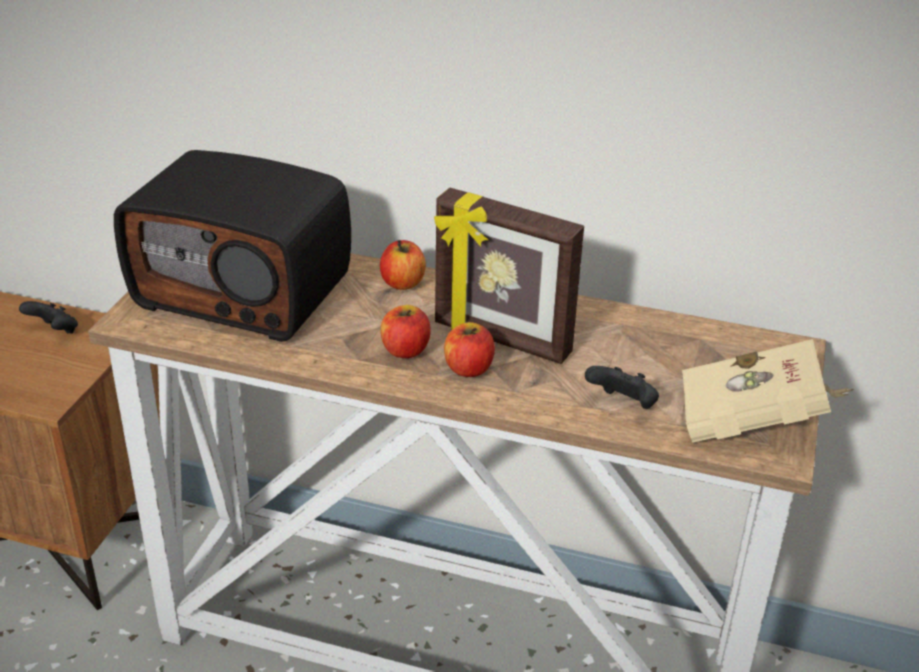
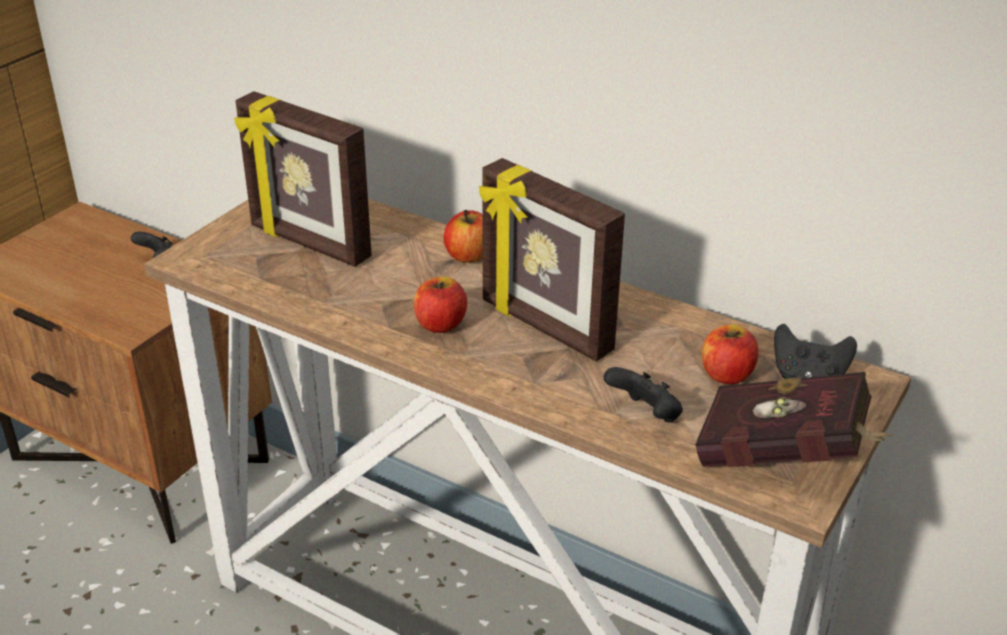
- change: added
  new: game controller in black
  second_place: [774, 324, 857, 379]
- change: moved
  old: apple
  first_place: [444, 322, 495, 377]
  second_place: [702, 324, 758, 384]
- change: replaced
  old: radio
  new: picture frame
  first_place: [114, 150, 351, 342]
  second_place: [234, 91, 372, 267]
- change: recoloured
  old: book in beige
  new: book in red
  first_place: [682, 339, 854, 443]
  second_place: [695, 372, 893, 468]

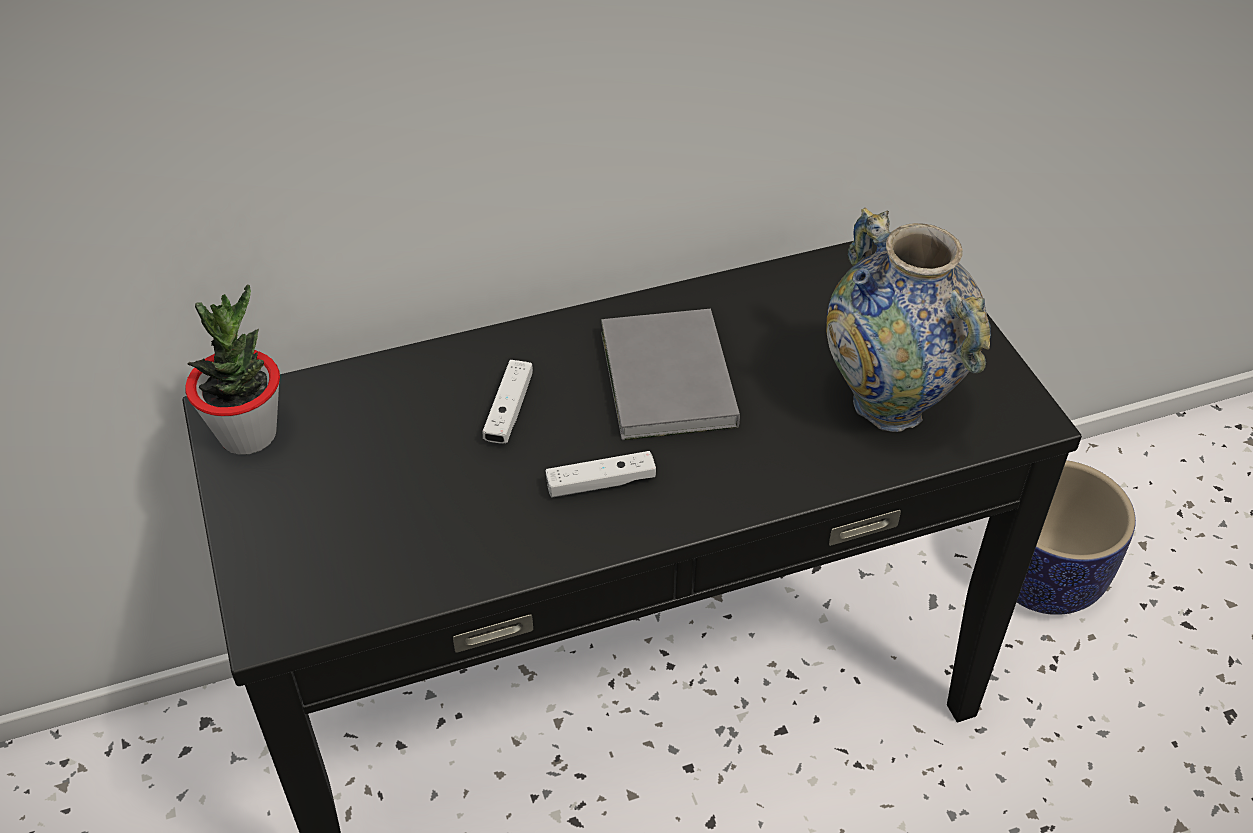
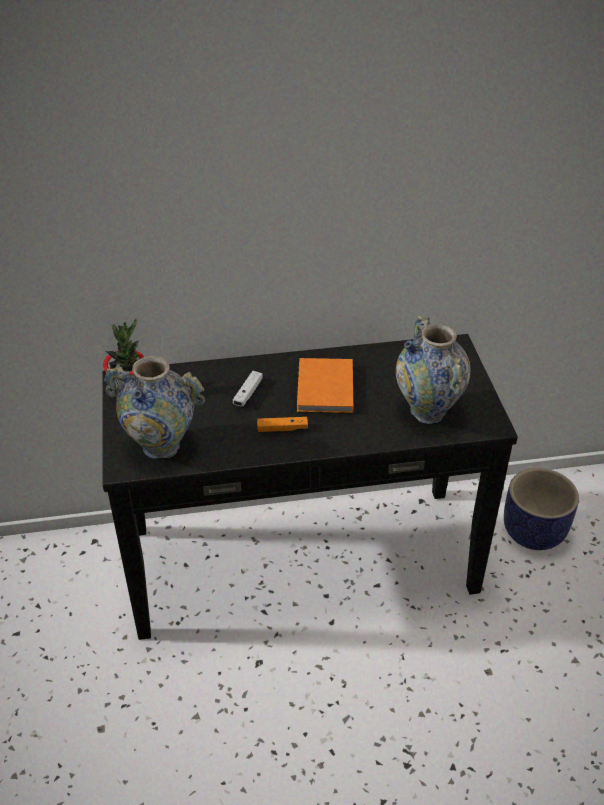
- change: added
  new: vase
  second_place: [104, 356, 205, 459]
- change: recoloured
  old: game controller in white
  new: game controller in orange
  first_place: [546, 451, 656, 497]
  second_place: [257, 417, 308, 432]
- change: recoloured
  old: book in grey
  new: book in orange
  first_place: [601, 309, 740, 440]
  second_place: [297, 358, 353, 413]

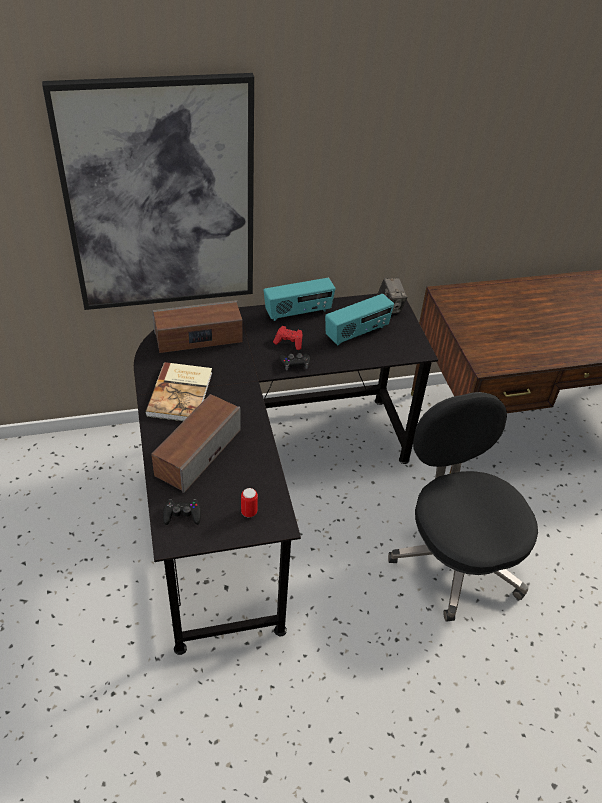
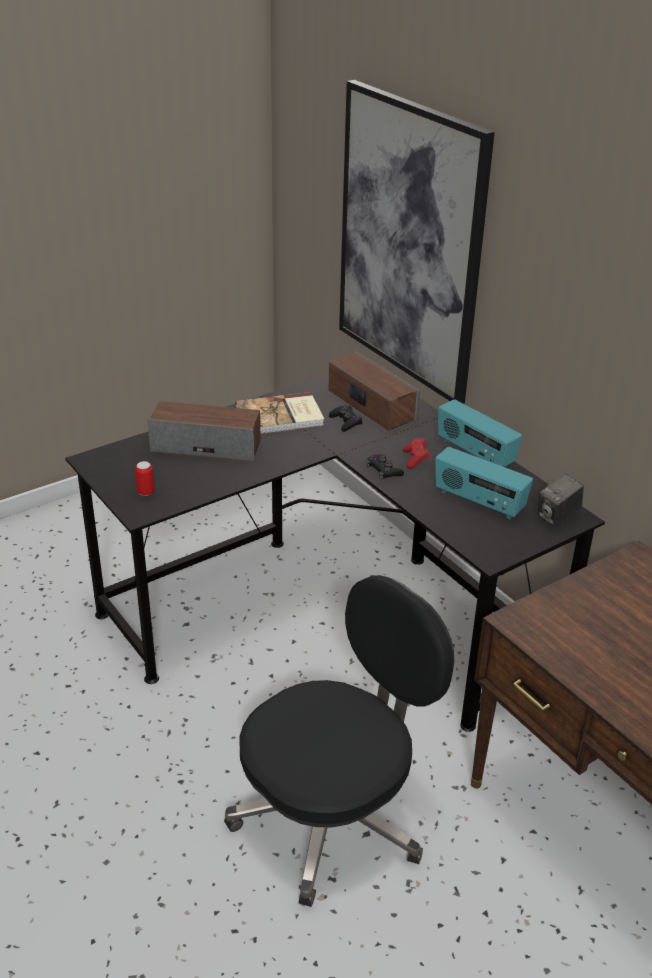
- change: moved
  old: game controller in black
  first_place: [163, 499, 201, 525]
  second_place: [329, 405, 363, 432]

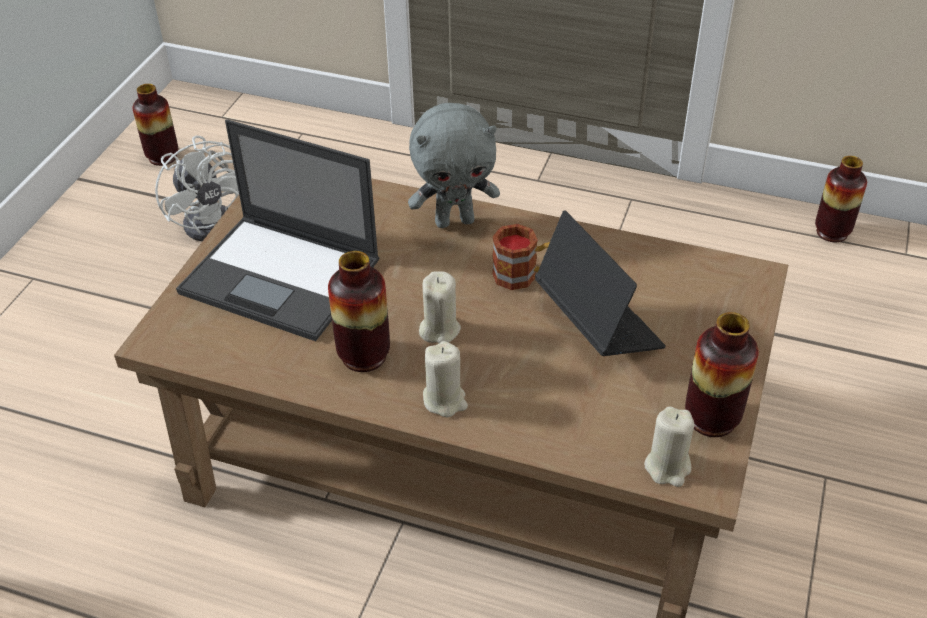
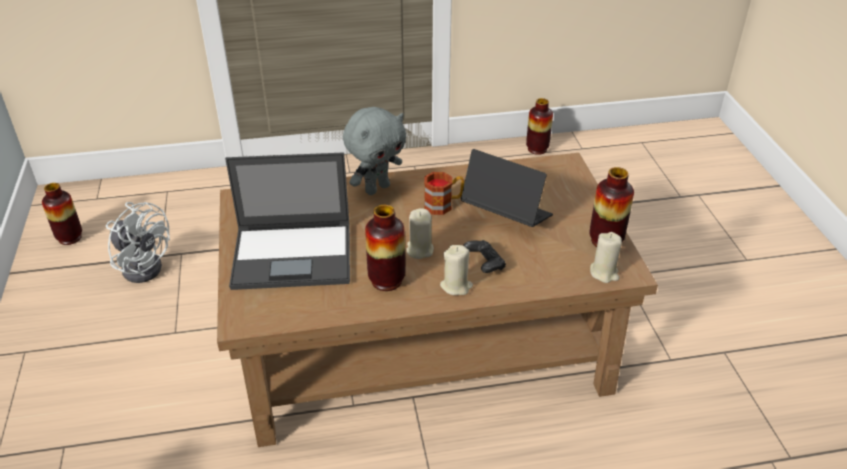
- change: added
  new: game controller in black
  second_place: [463, 240, 506, 273]

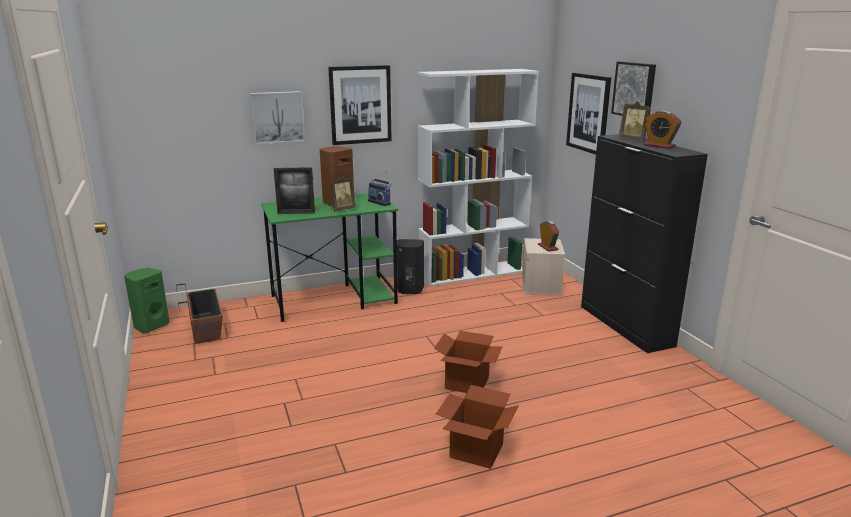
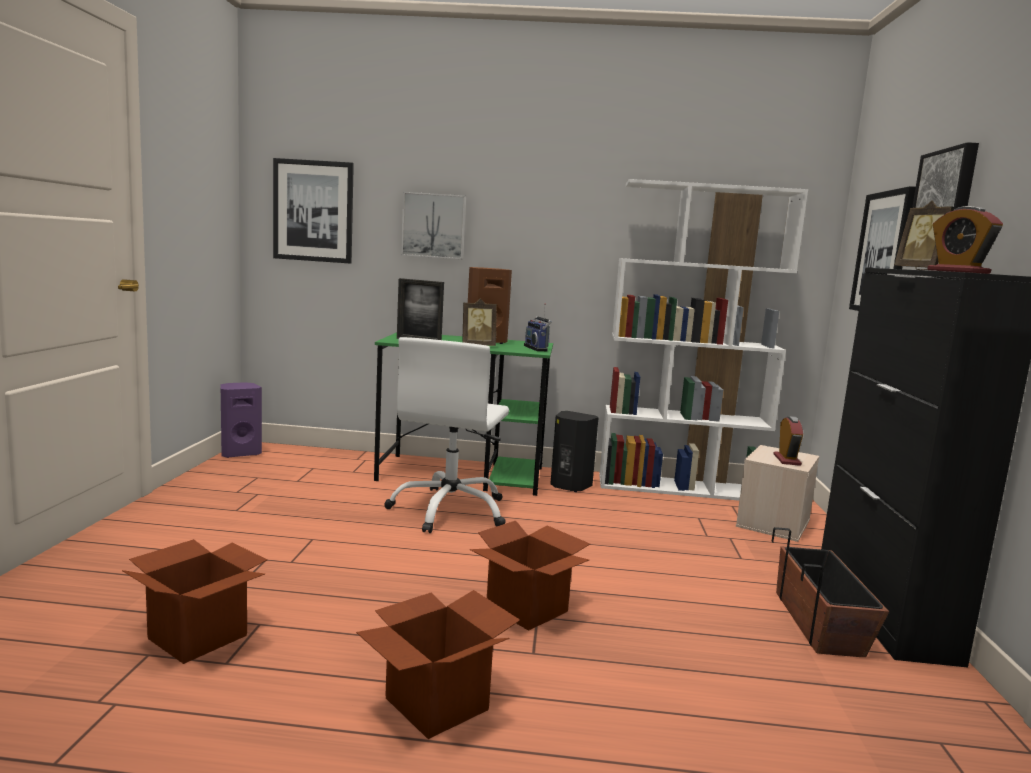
- change: added
  new: cardboard box
  second_place: [122, 539, 267, 664]
- change: added
  new: office chair in white
  second_place: [384, 337, 509, 533]
- change: moved
  old: planter
  first_place: [176, 283, 223, 344]
  second_place: [772, 527, 889, 657]
- change: moved
  old: picture
  first_place: [328, 65, 392, 145]
  second_place: [273, 158, 354, 263]
- change: recoloured
  old: speaker in green
  new: speaker in purple
  first_place: [124, 268, 170, 333]
  second_place: [221, 382, 262, 458]

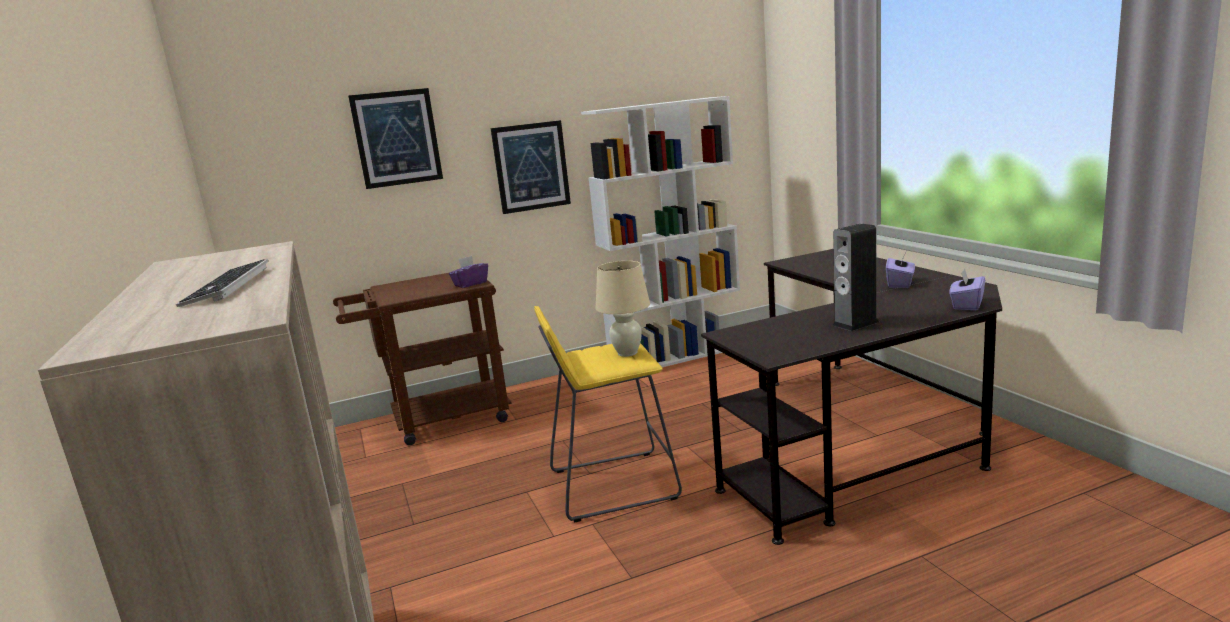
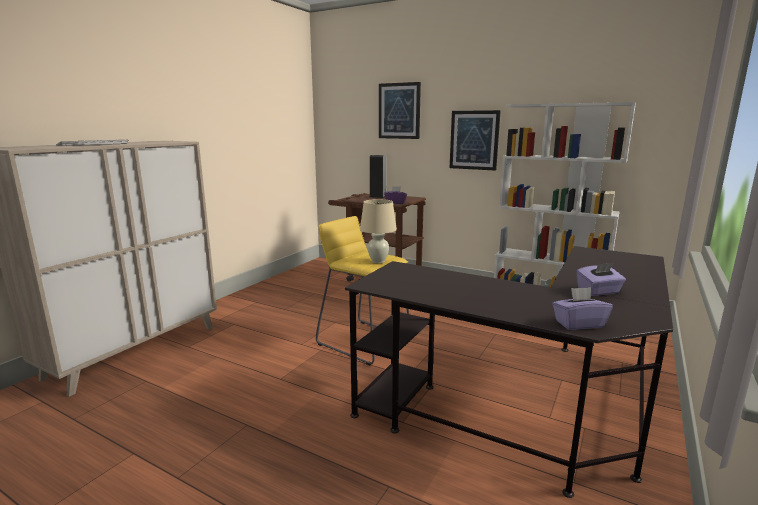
- change: moved
  old: speaker
  first_place: [832, 224, 879, 331]
  second_place: [369, 155, 387, 198]

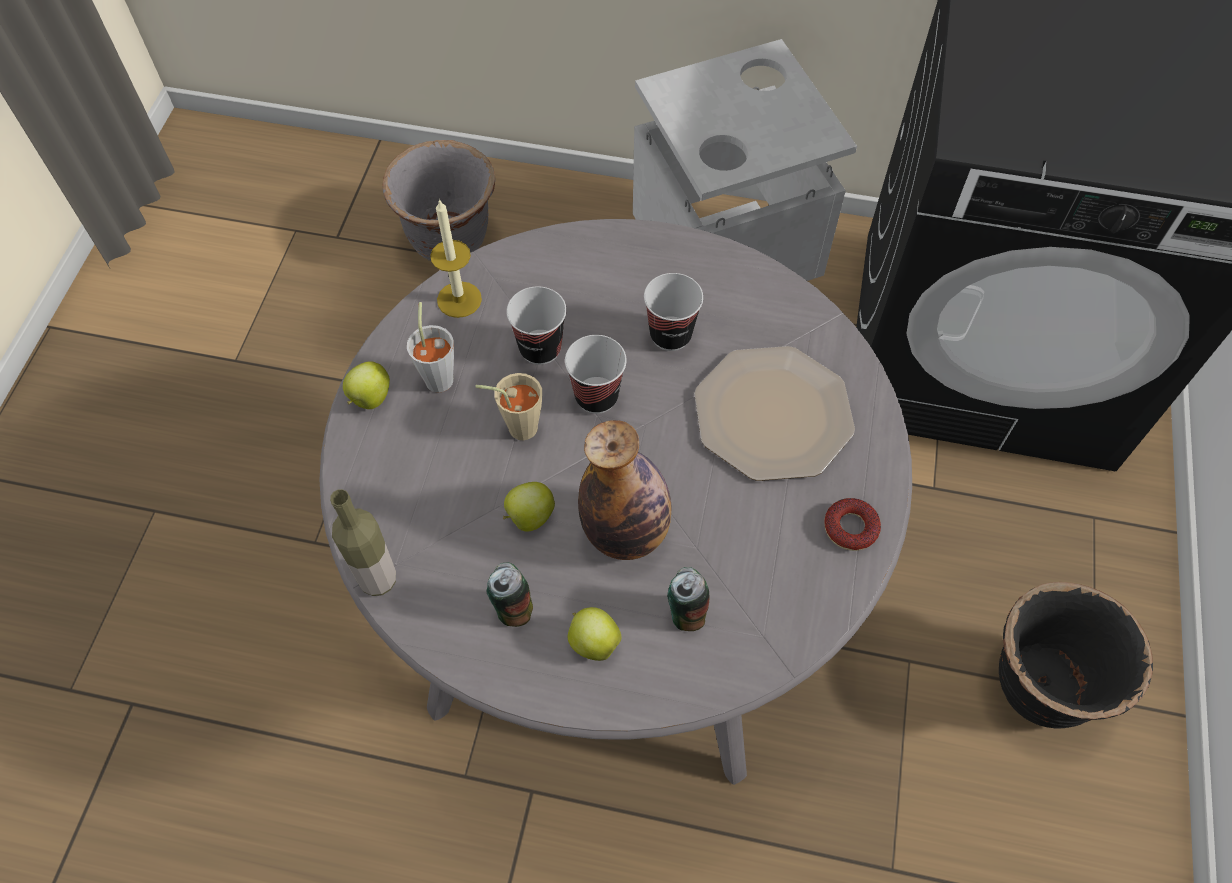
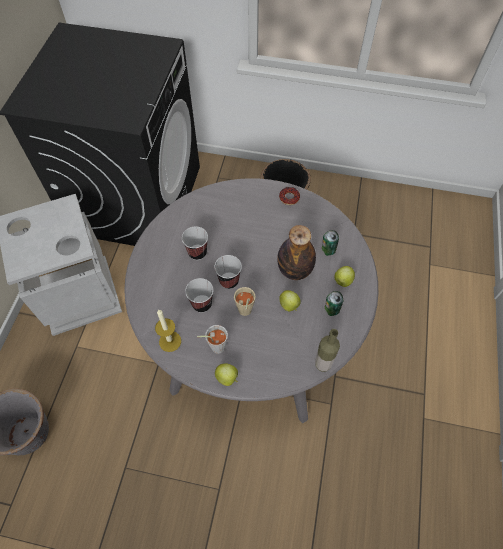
- change: removed
  old: plate
  first_place: [694, 346, 855, 481]

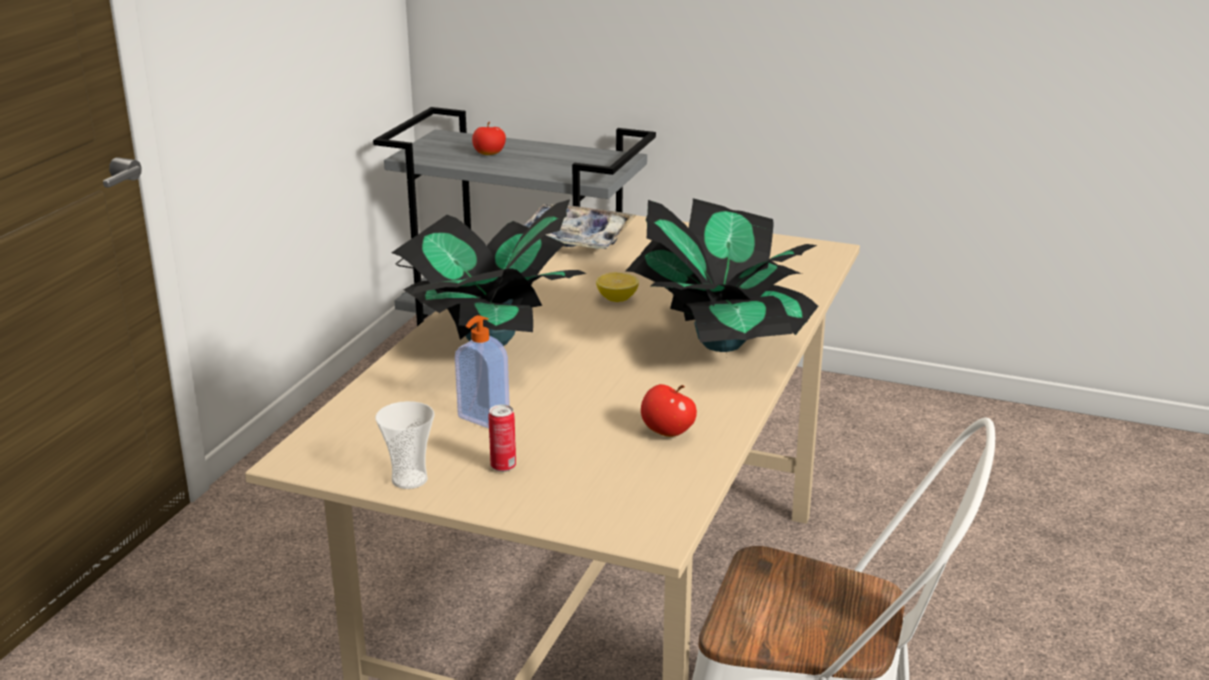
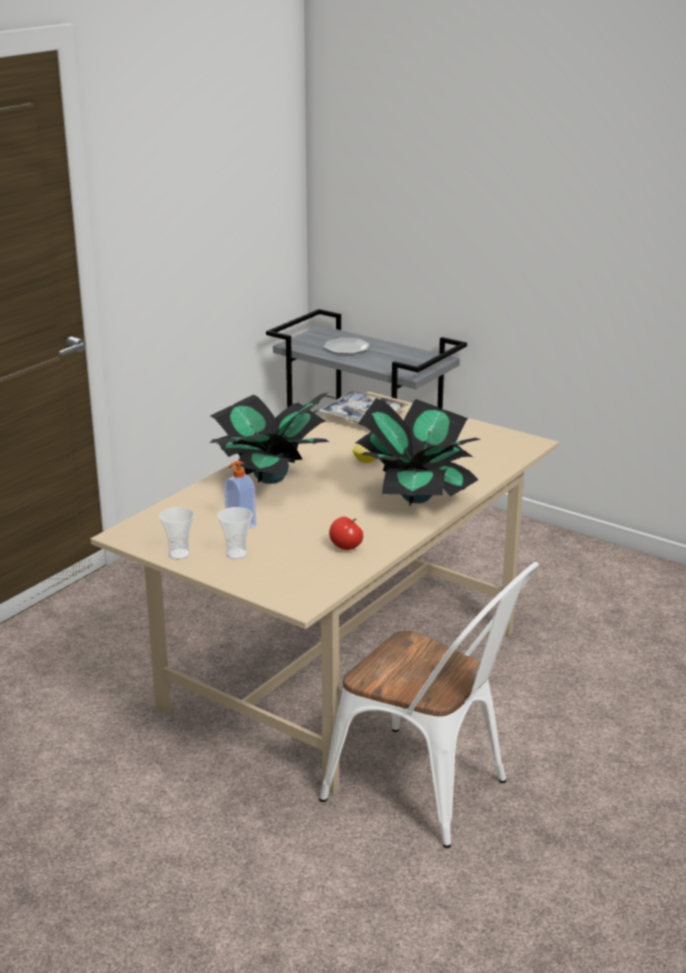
- change: replaced
  old: apple
  new: plate
  first_place: [472, 122, 506, 155]
  second_place: [324, 338, 370, 354]
- change: replaced
  old: can
  new: cup
  first_place: [488, 405, 516, 472]
  second_place: [218, 507, 253, 559]

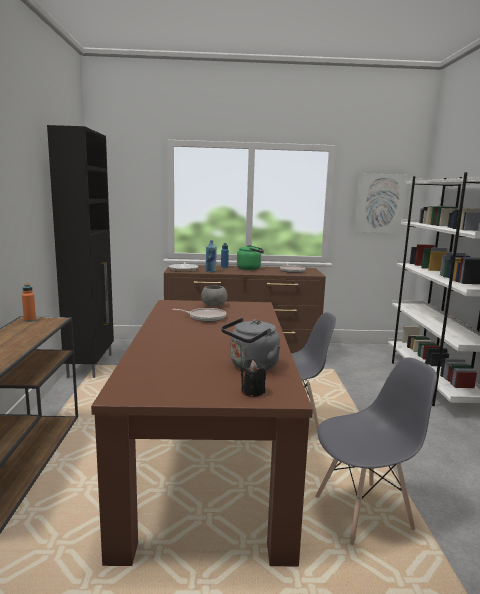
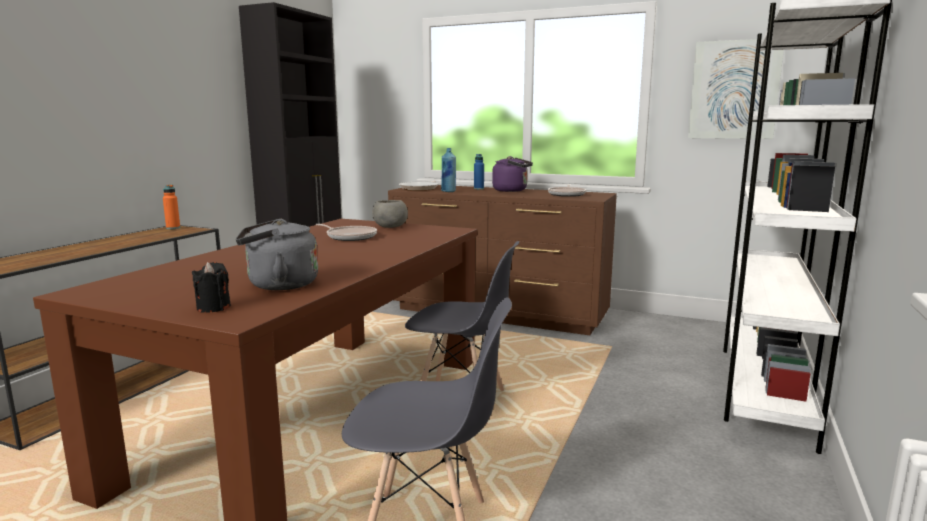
- change: recoloured
  old: kettle in green
  new: kettle in purple
  first_place: [237, 245, 264, 270]
  second_place: [492, 156, 533, 192]

